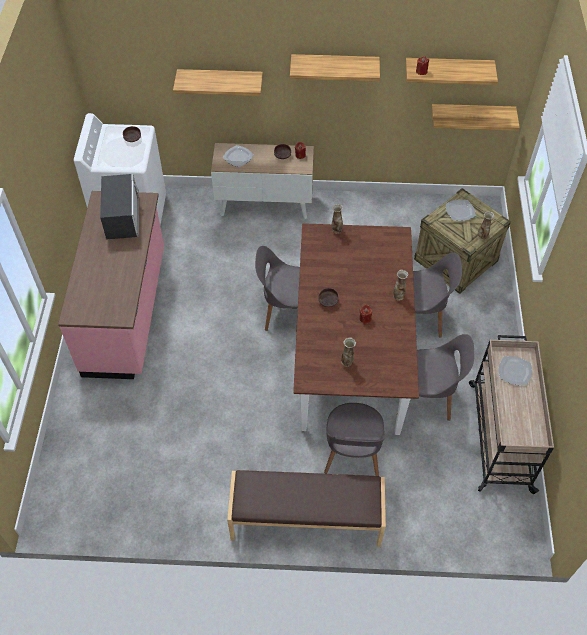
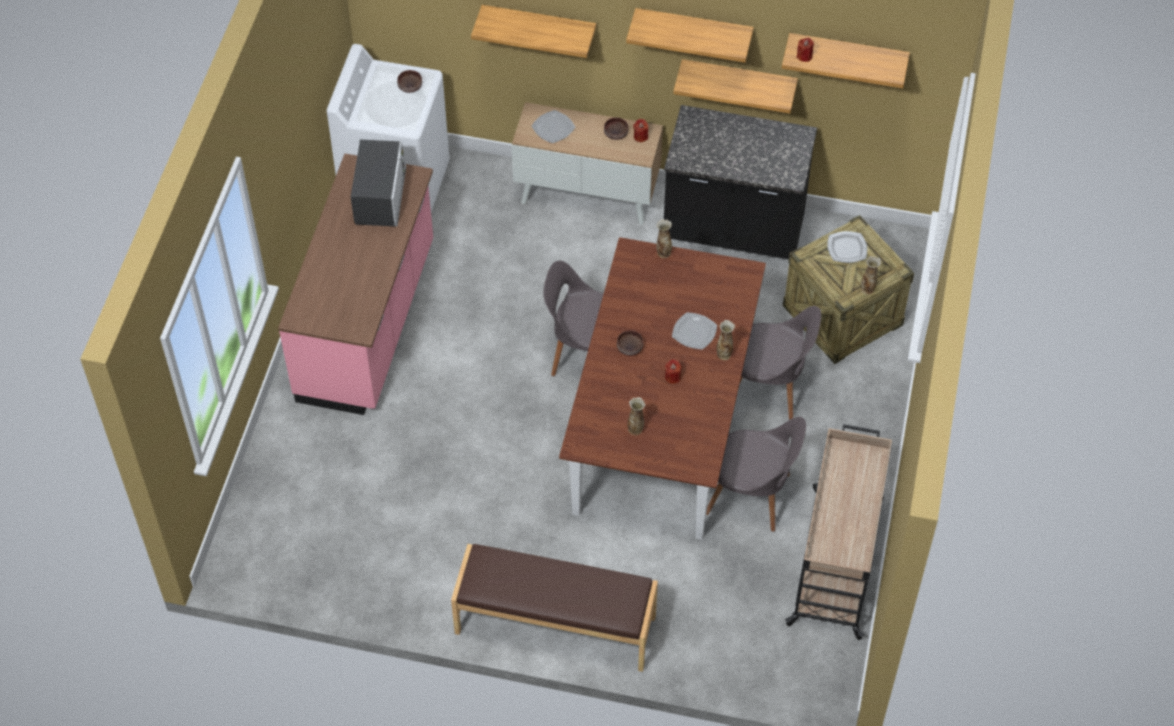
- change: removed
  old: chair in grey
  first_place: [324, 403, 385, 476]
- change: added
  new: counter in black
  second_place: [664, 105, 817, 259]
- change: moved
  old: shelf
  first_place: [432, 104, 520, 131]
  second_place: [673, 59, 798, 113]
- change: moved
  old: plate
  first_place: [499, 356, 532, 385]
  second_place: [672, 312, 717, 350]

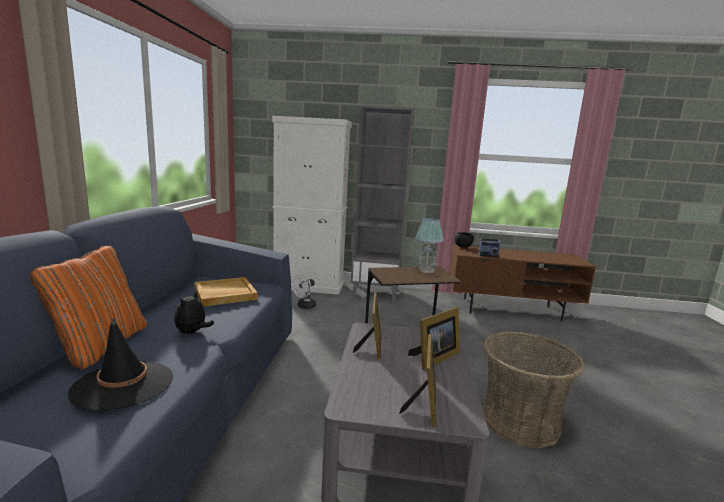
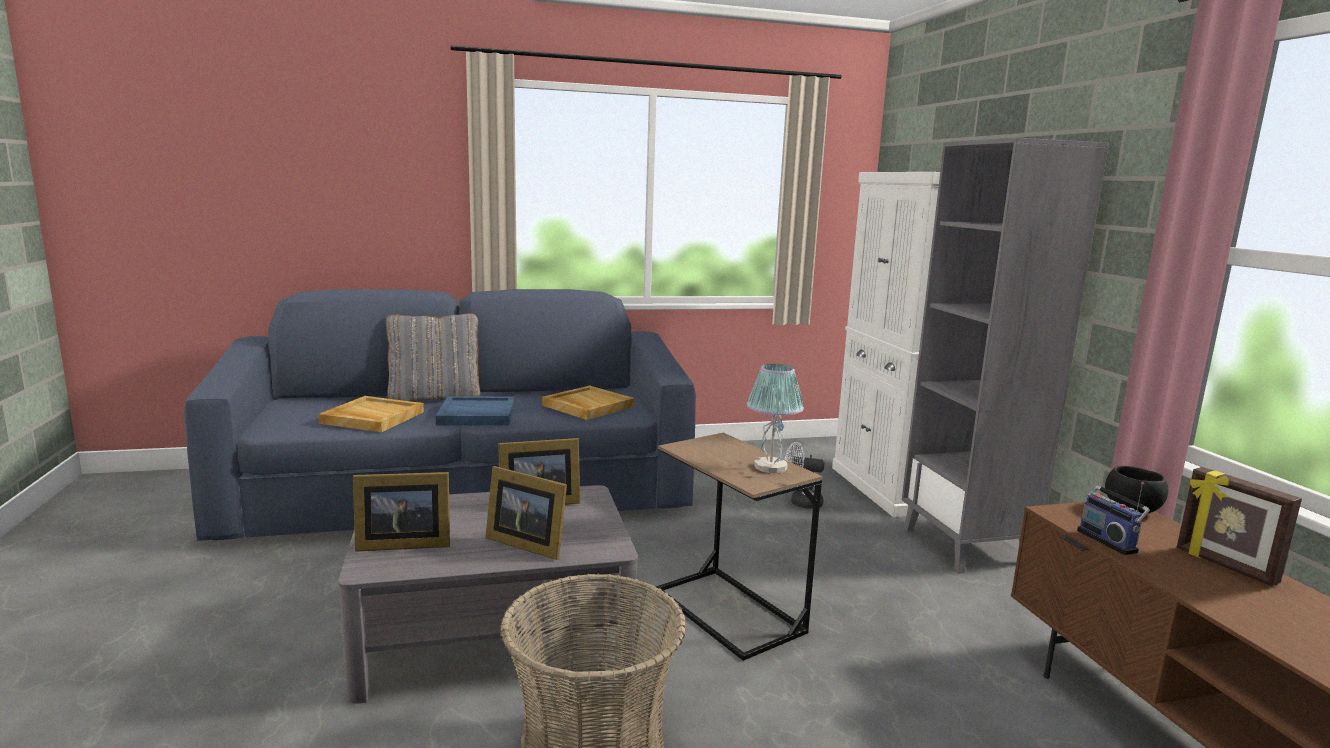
- change: added
  new: picture frame
  second_place: [1177, 467, 1302, 586]
- change: replaced
  old: hat in black
  new: tray in beige
  first_place: [68, 317, 173, 411]
  second_place: [319, 396, 424, 432]
- change: replaced
  old: plush toy
  new: tray in blue
  first_place: [174, 291, 214, 334]
  second_place: [436, 396, 515, 426]
- change: recoloured
  old: pillow in orange
  new: pillow in grey
  first_place: [30, 245, 147, 370]
  second_place: [386, 313, 480, 402]

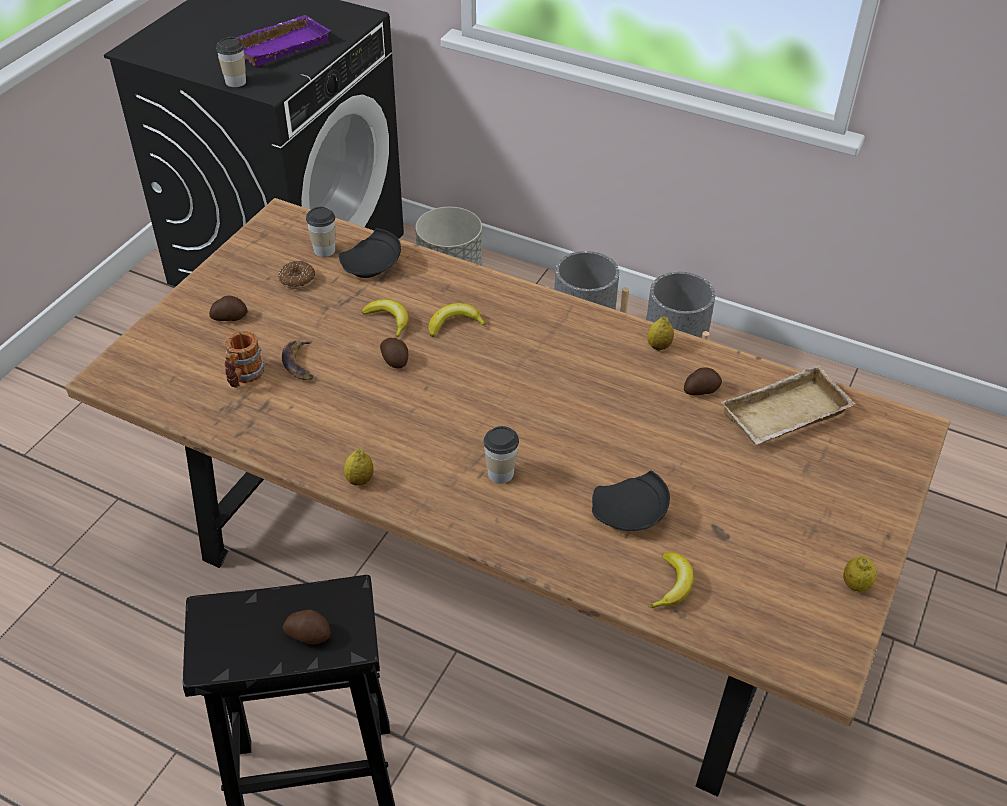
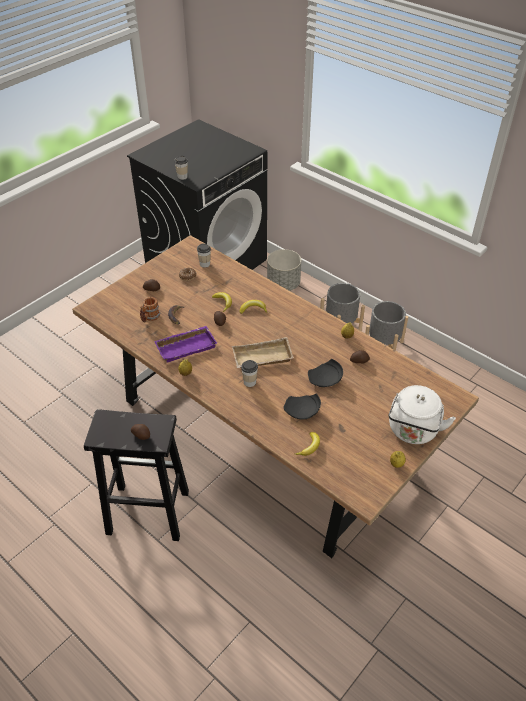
- change: added
  new: kettle in white
  second_place: [388, 385, 456, 444]
- change: moved
  old: tray in purple
  first_place: [236, 15, 331, 67]
  second_place: [154, 326, 217, 363]
- change: moved
  old: plate in black
  first_place: [339, 228, 401, 278]
  second_place: [308, 359, 343, 387]
- change: moved
  old: tray in beige
  first_place: [721, 364, 855, 444]
  second_place: [232, 337, 293, 368]

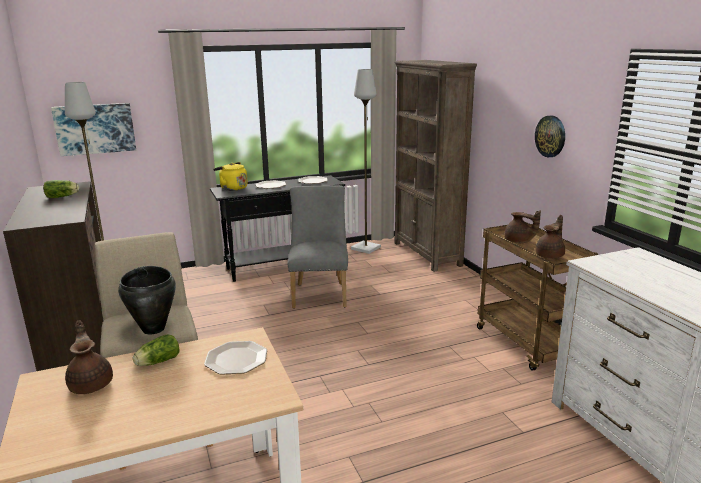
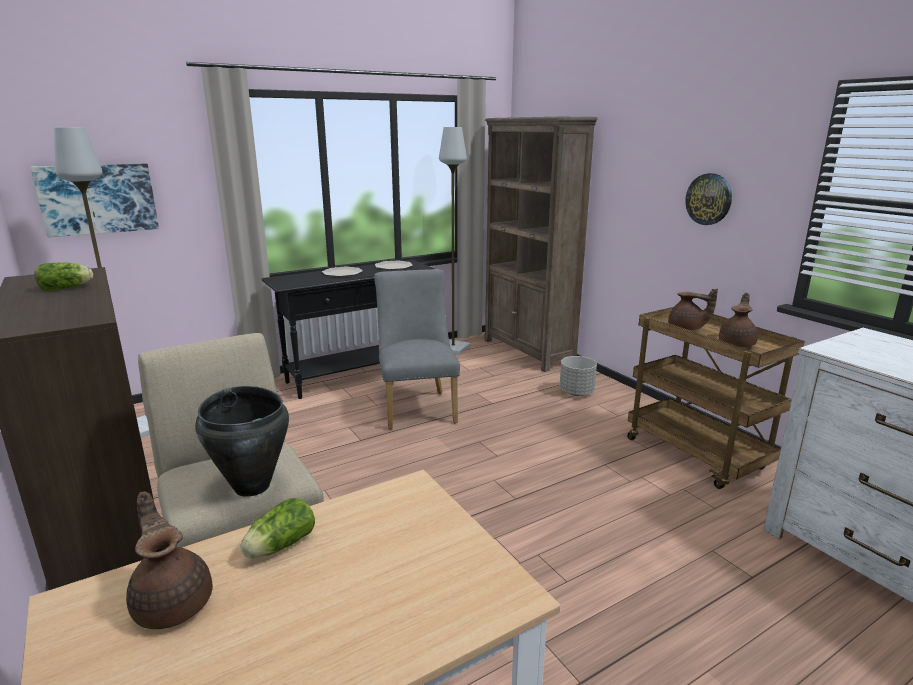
- change: removed
  old: plate
  first_place: [204, 341, 267, 375]
- change: removed
  old: kettle in yellow
  first_place: [213, 162, 248, 191]
- change: added
  new: planter in grey
  second_place: [559, 356, 597, 396]

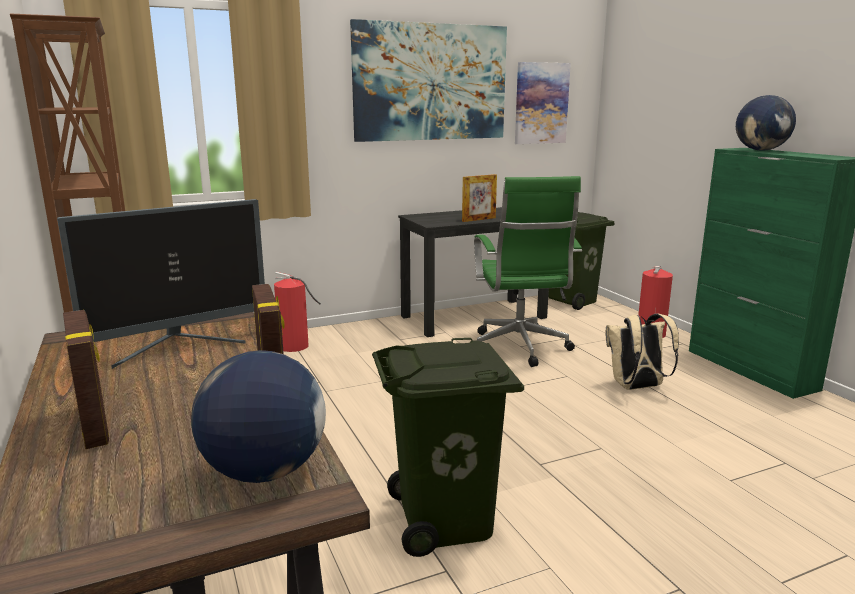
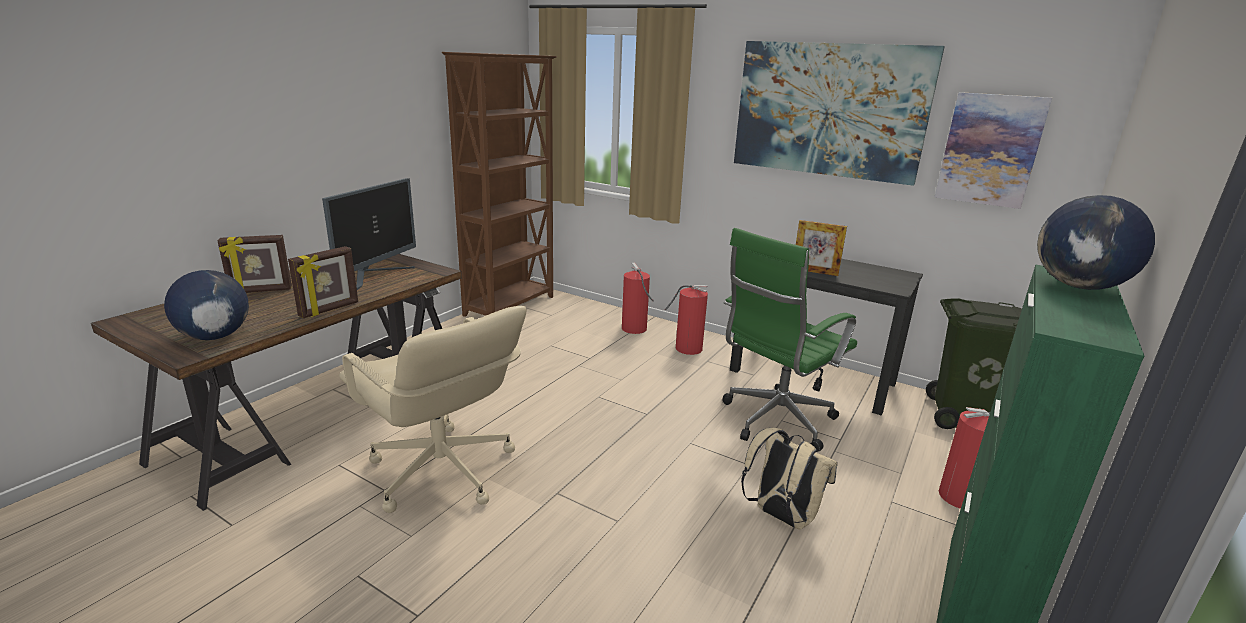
- change: added
  new: fire extinguisher
  second_place: [665, 285, 708, 355]
- change: replaced
  old: trash can in green
  new: office chair in beige
  first_place: [372, 338, 524, 557]
  second_place: [339, 306, 527, 513]
- change: turned
  old: monitor
  first_place: [57, 199, 265, 369]
  second_place: [322, 178, 416, 290]
  degrees: -90
- change: turned
  old: picture frame
  first_place: [63, 310, 109, 449]
  second_place: [217, 235, 292, 293]
  degrees: 45

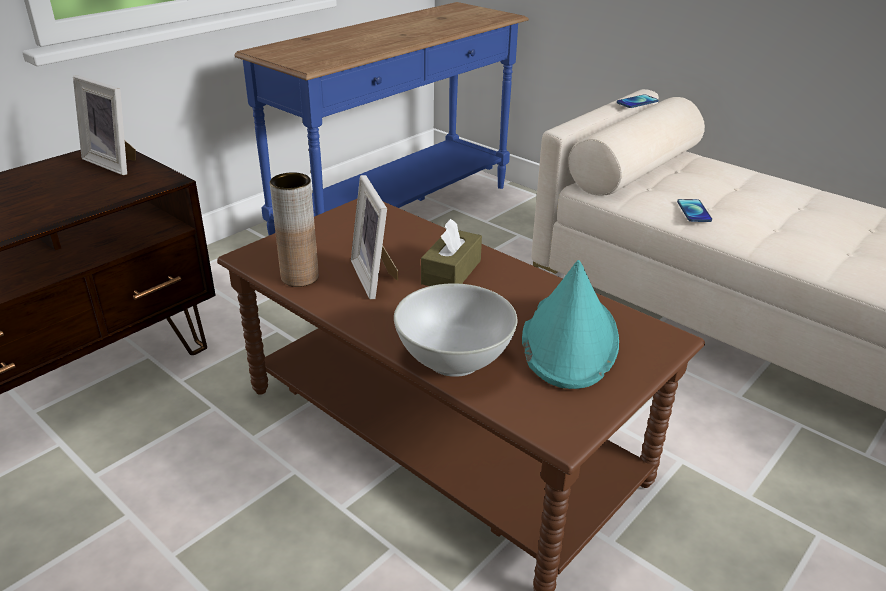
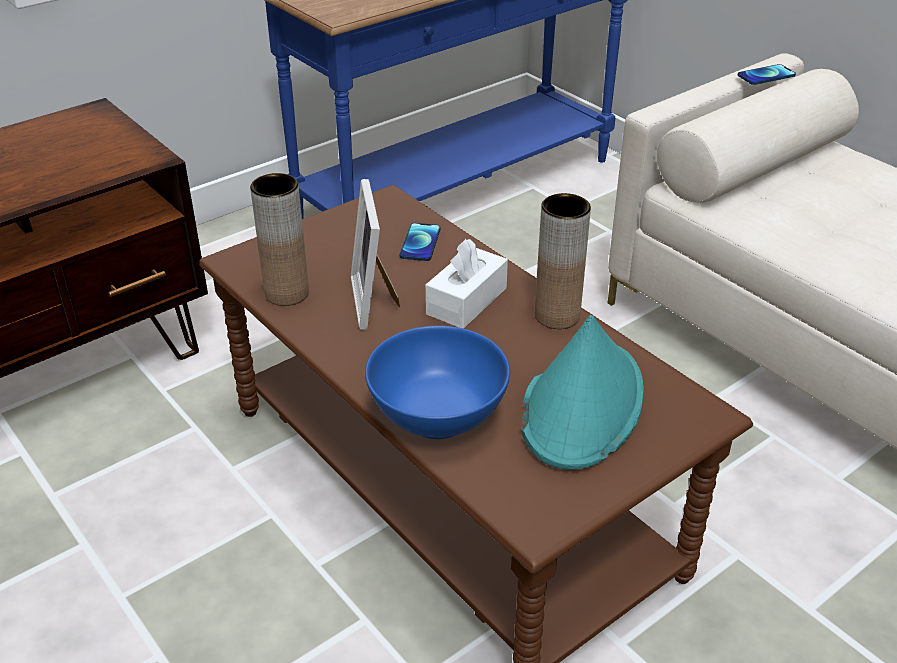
- change: removed
  old: picture frame
  first_place: [73, 75, 136, 175]
- change: added
  new: vase in brown
  second_place: [535, 193, 591, 329]
- change: moved
  old: phone
  first_place: [677, 199, 712, 222]
  second_place: [400, 223, 441, 261]
- change: recoloured
  old: bowl in white
  new: bowl in blue
  first_place: [394, 283, 517, 377]
  second_place: [365, 326, 510, 439]
- change: recoloured
  old: tissue box in brown
  new: tissue box in white
  first_place: [421, 218, 482, 286]
  second_place: [425, 239, 508, 329]

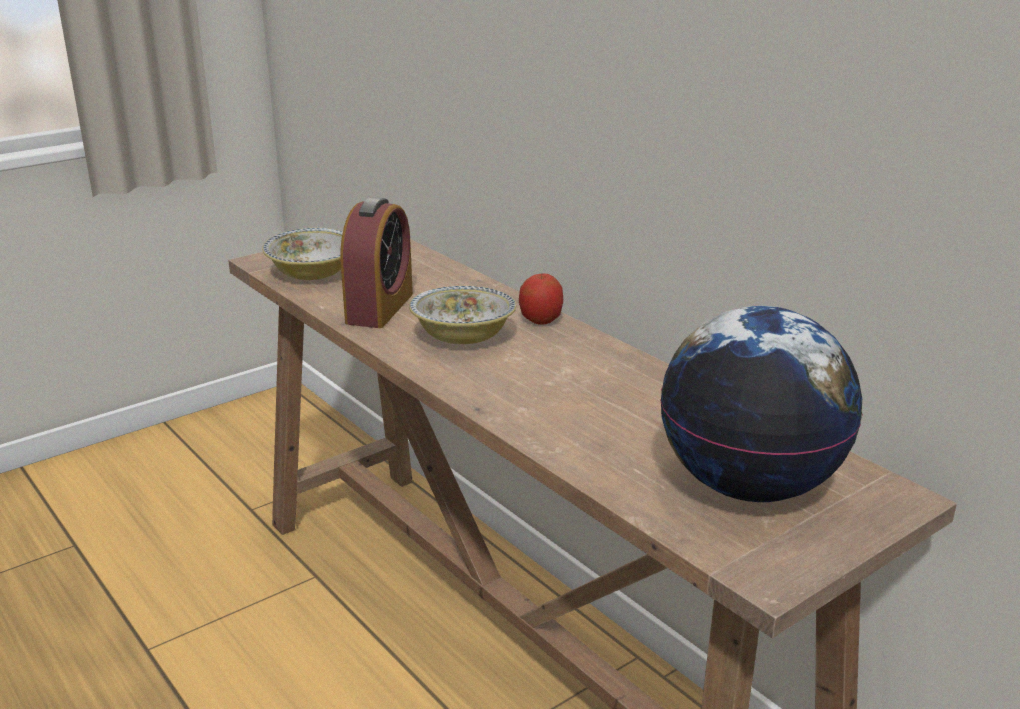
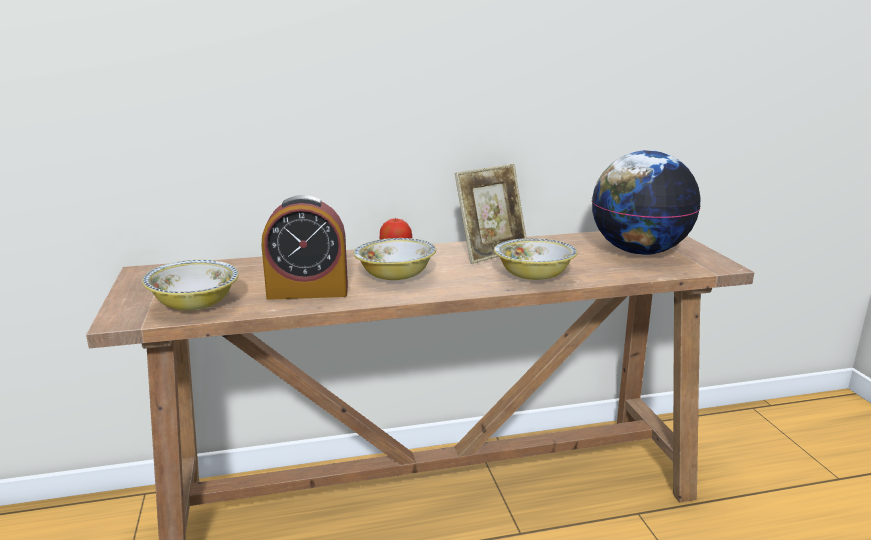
- change: added
  new: picture frame
  second_place: [455, 164, 527, 264]
- change: added
  new: bowl
  second_place: [494, 238, 577, 280]
- change: turned
  old: alarm clock
  first_place: [340, 197, 413, 328]
  second_place: [262, 195, 348, 300]
  degrees: 135

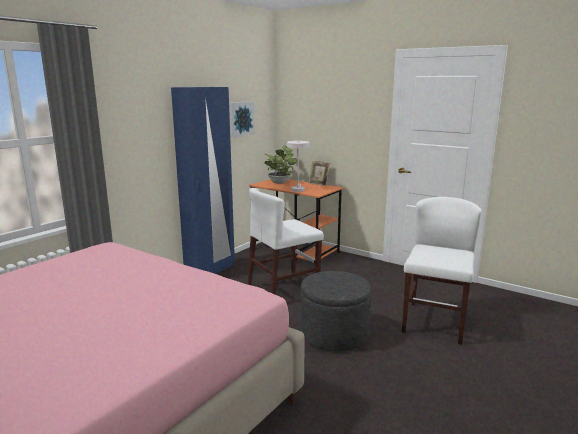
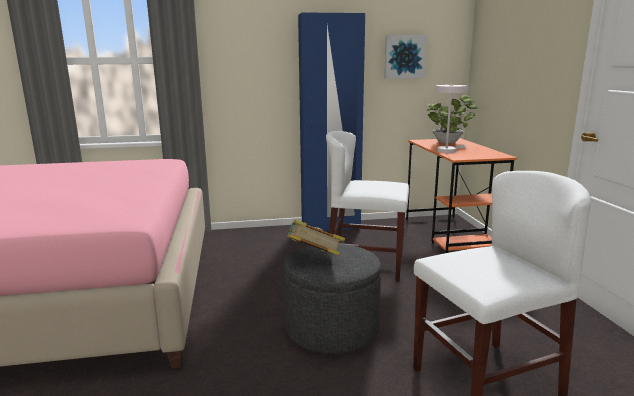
- change: removed
  old: picture frame
  first_place: [308, 161, 330, 186]
- change: added
  new: book
  second_place: [284, 219, 345, 256]

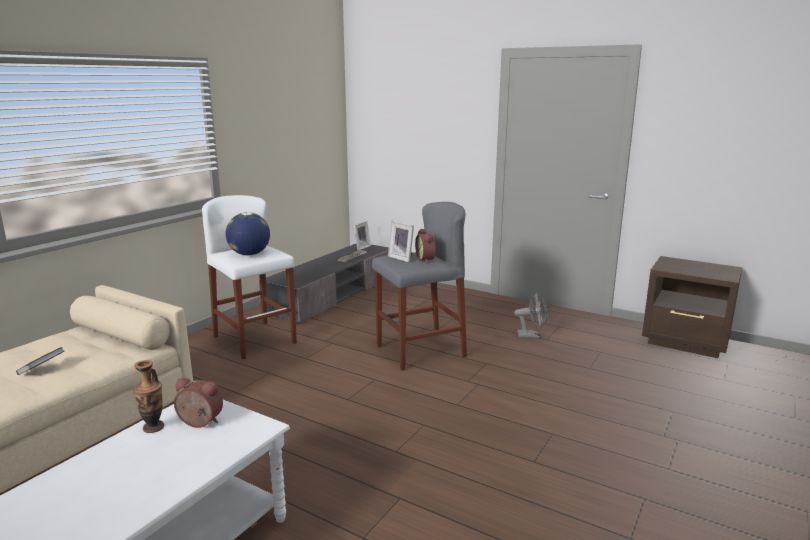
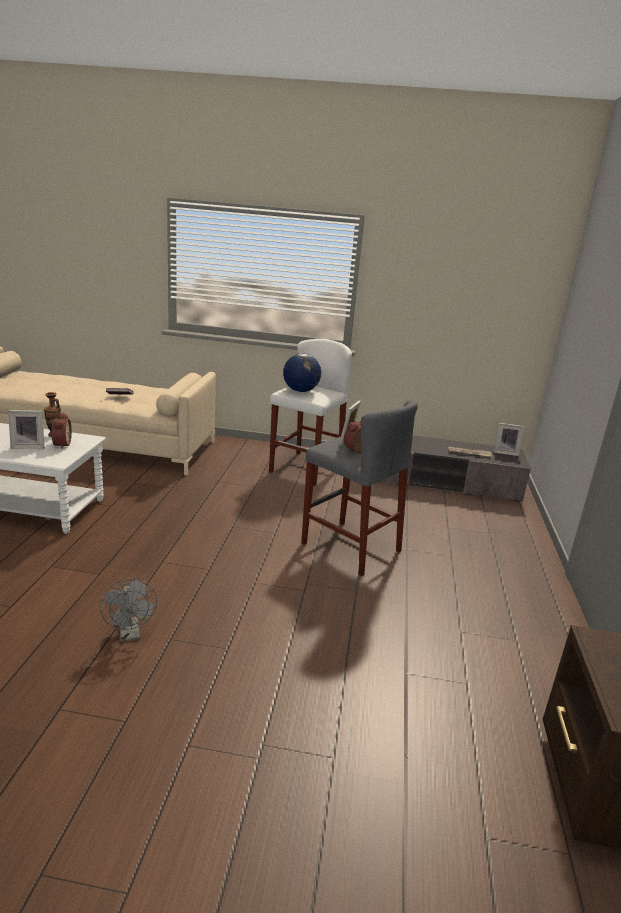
- change: added
  new: picture frame
  second_place: [8, 410, 45, 449]
- change: moved
  old: fan in grey
  first_place: [514, 292, 548, 338]
  second_place: [100, 578, 157, 642]

